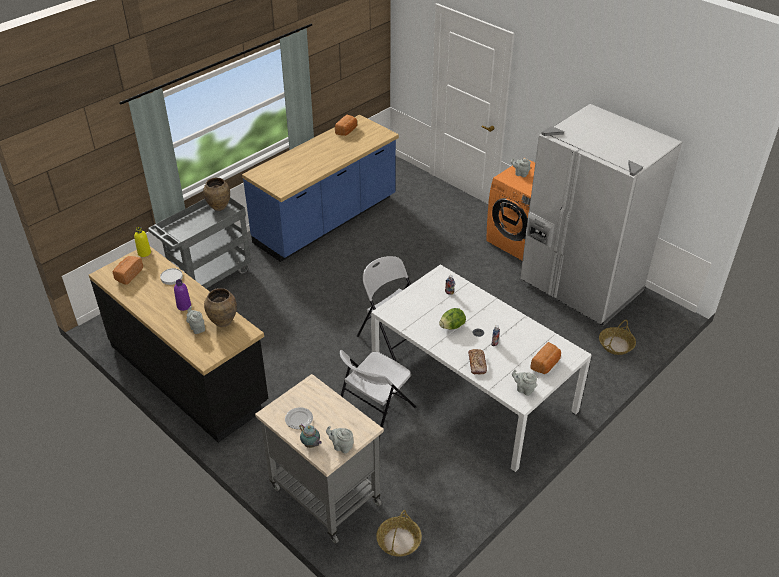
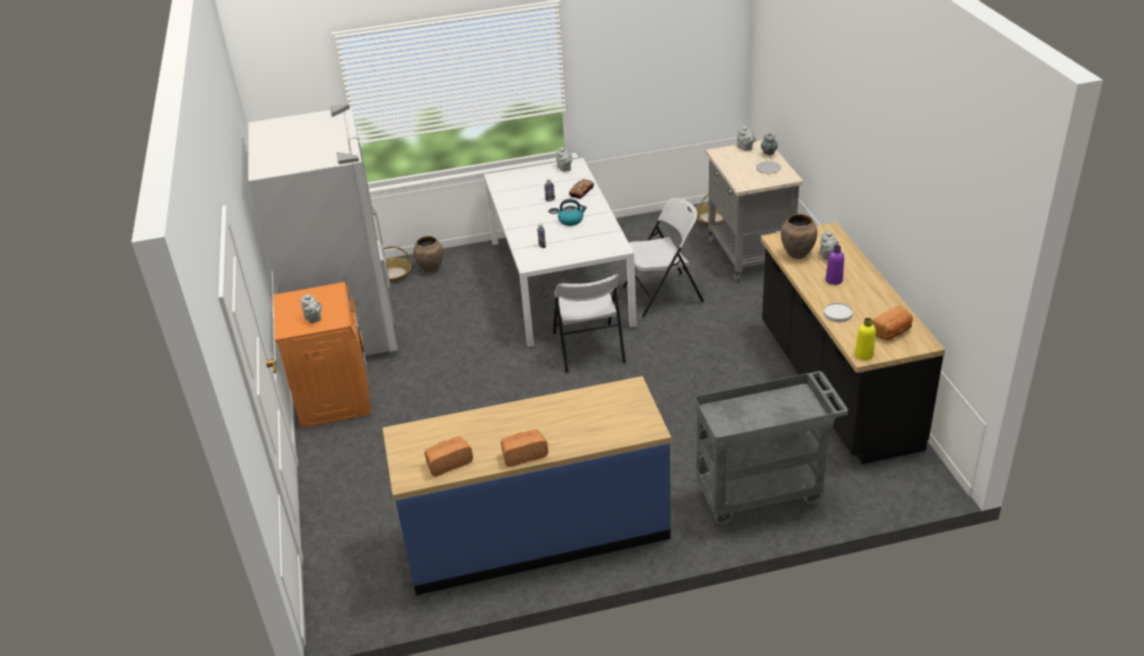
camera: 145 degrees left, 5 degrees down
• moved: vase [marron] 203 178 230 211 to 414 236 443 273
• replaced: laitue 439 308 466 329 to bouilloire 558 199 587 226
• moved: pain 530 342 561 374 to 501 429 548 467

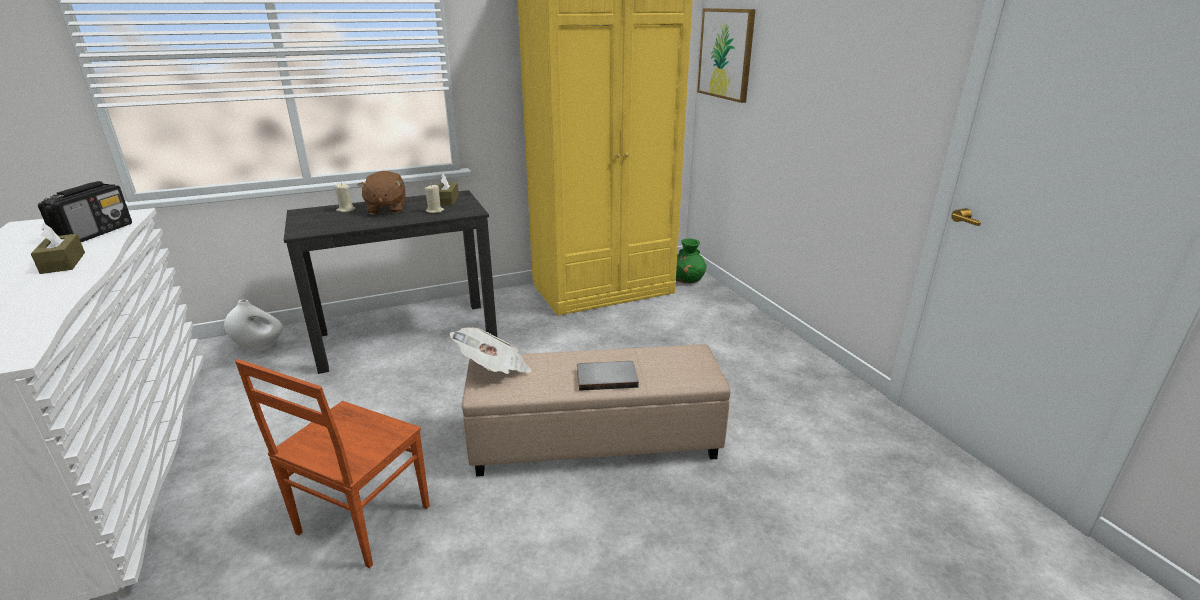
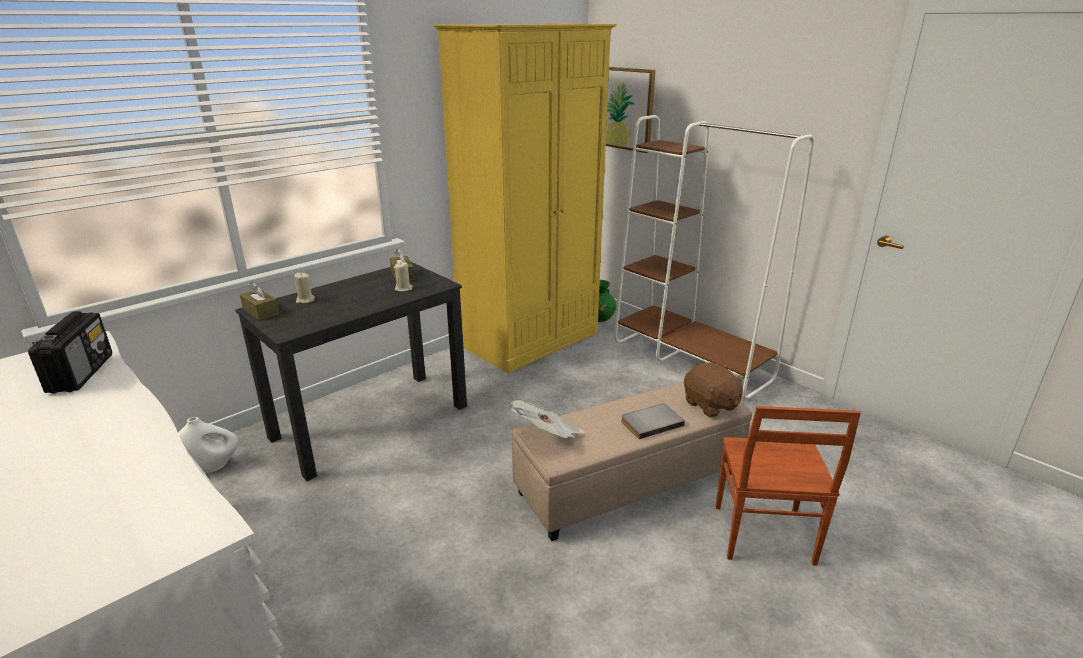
camera: 20 degrees left, 0 degrees up
• moved: peluche [marron] 358 171 405 215 to 684 362 745 418
• moved: boîte à mouchoirs [marron] 31 223 85 274 to 240 282 279 320
• moved: chaise [marron] 235 359 430 569 to 716 406 861 566
• added: portant [marron] 614 115 814 399

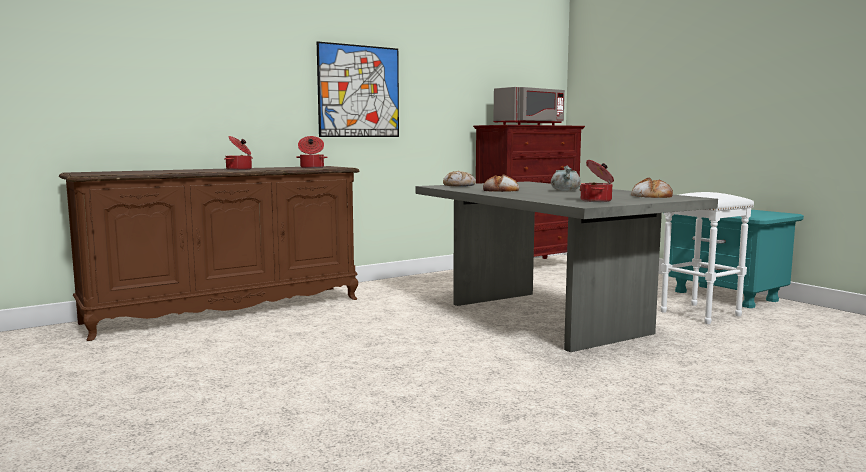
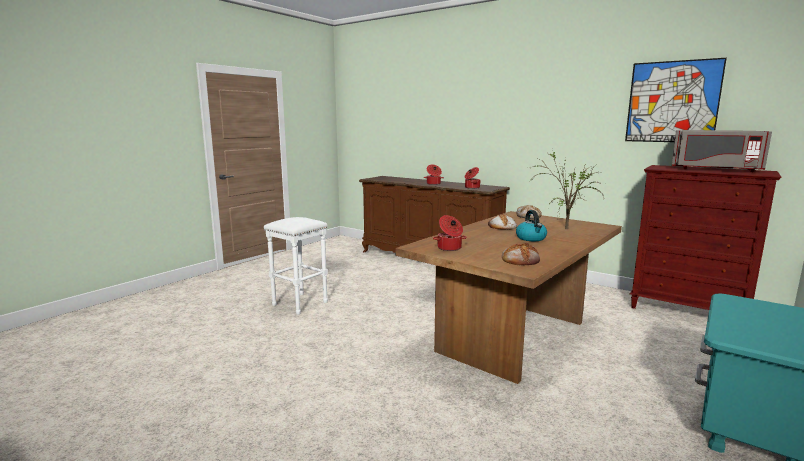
camera: 70 degrees right, 5 degrees up
• moved: tableau 317 41 399 137 to 625 58 727 142
• replaced: marmite [gris] 551 165 581 191 to bouilloire 516 210 547 241
• recoloured: table à manger [gris] 416 181 718 352 to table à manger [marron] 395 211 622 384
• moved: tabouret [blanc] 660 192 754 324 to 264 217 328 315
• added: plante en pot 529 150 604 229

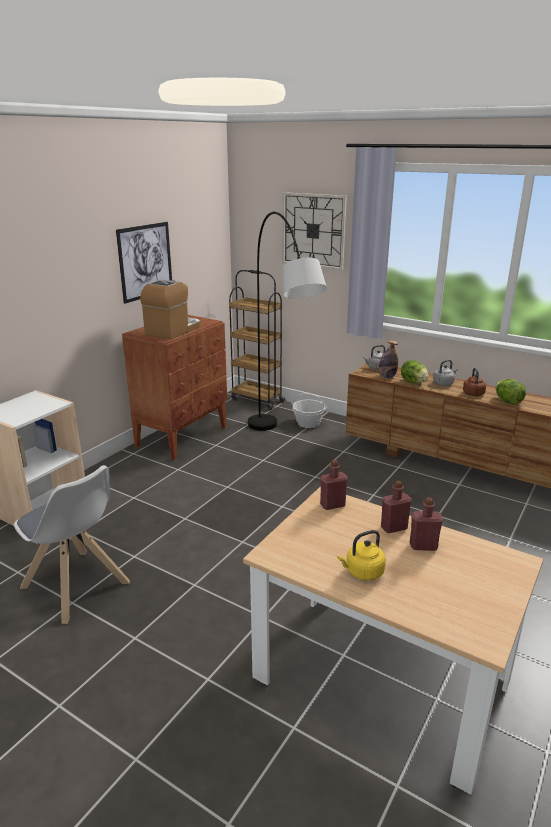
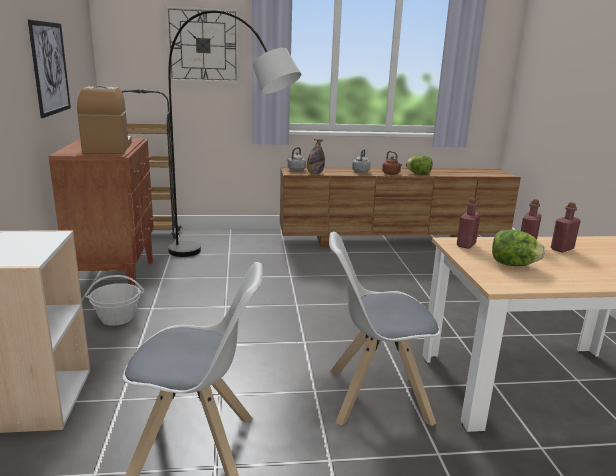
camera: 40 degrees left, 5 degrees down
• moved: laitue 401 360 429 383 to 492 230 545 266
• moved: panier 291 393 328 428 to 85 275 144 326
• removed: bouilloire [jaune] 337 530 386 580
• added: chaise 329 232 440 426

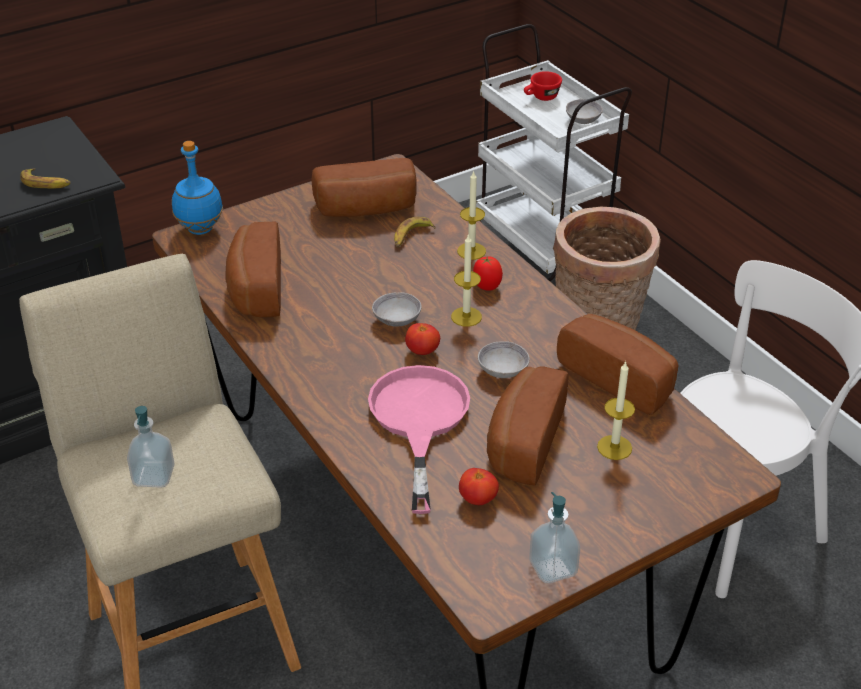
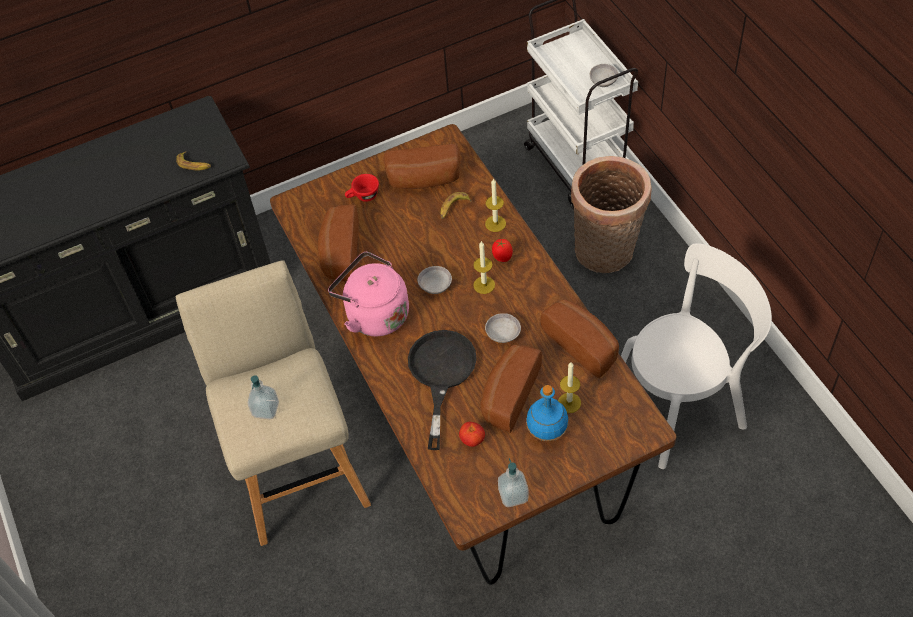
camera: 10 degrees right, 15 degrees up
• moved: tasse [rouge] 524 71 562 101 to 345 174 379 202
• moved: bouteille [bleu] 172 141 223 235 to 526 385 569 441
• removed: tomate 405 323 440 355
• recoloured: poêle [rose] 368 365 470 514 to poêle [noir] 408 330 477 450
• added: bouilloire [rose] 328 251 409 336

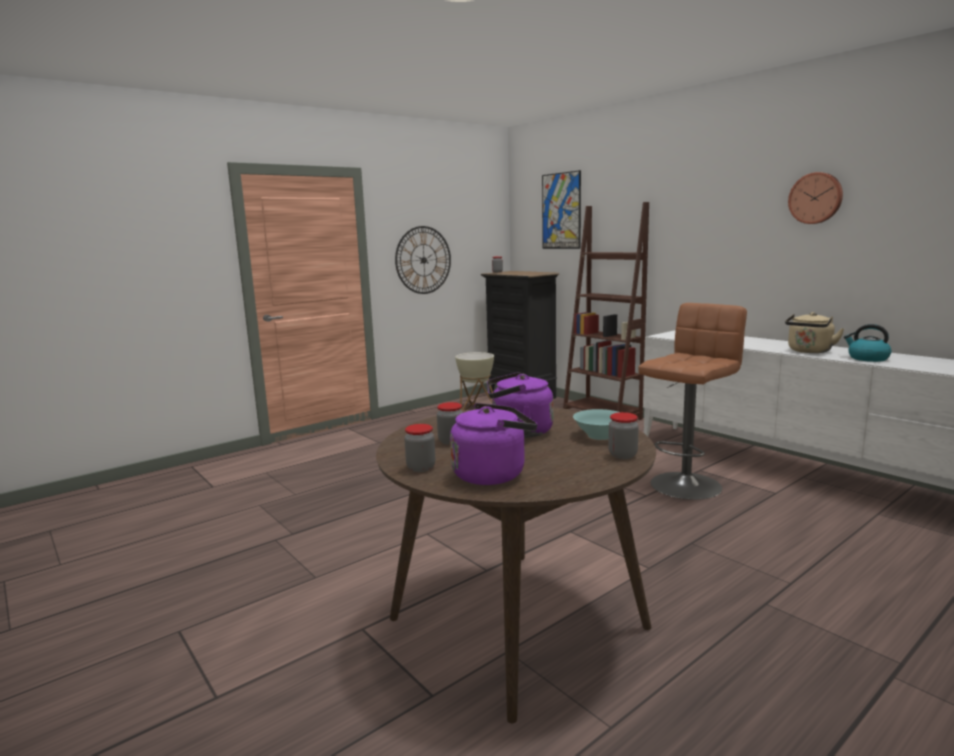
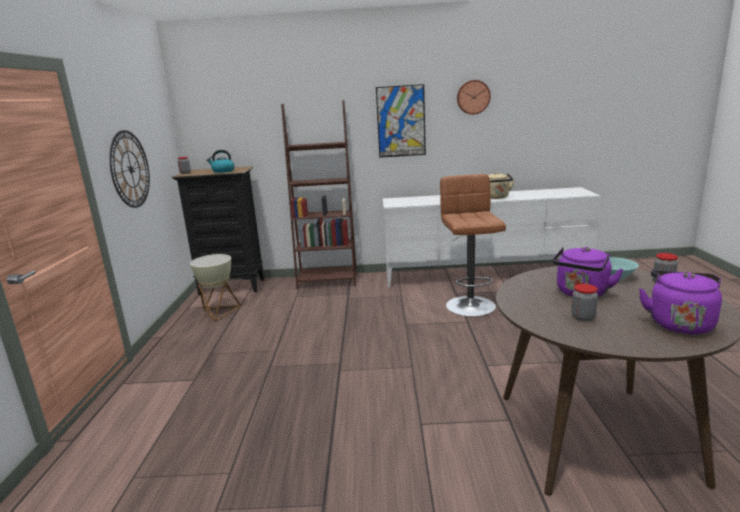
camera: 50 degrees left, 5 degrees up
• moved: tableau 542 170 581 249 to 376 84 426 158
• moved: bouilloire 844 324 891 362 to 207 150 234 173
• removed: bocal 404 424 435 472

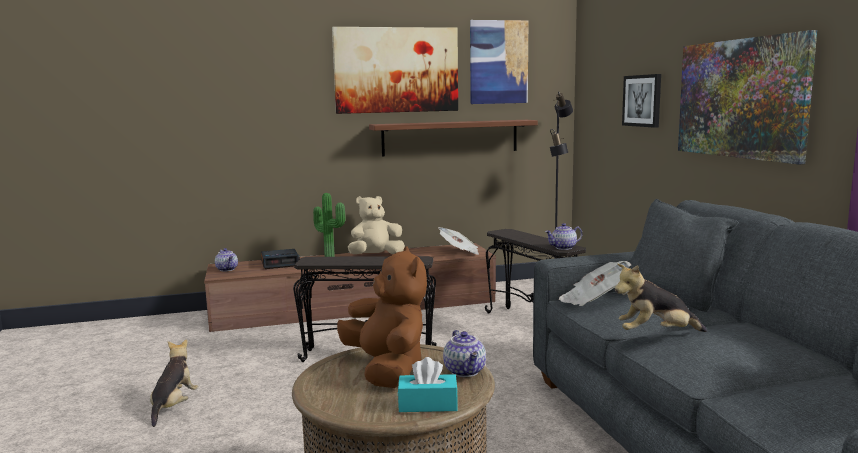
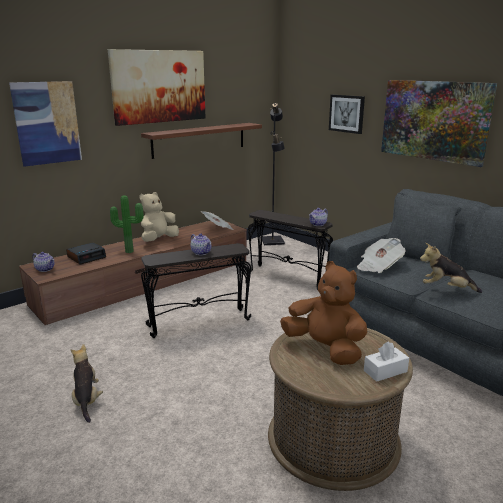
camera: 25 degrees left, 10 degrees up
• moved: tableau 470 20 528 104 to 9 81 82 167
• turned: peluche 615 263 707 332 = 420 243 482 293 45 degrees clockwise
• moved: théière 443 330 486 377 to 191 234 211 255
• recoloured: boîte à mouchoirs [turquoise] 398 357 458 412 to boîte à mouchoirs [blanc] 364 341 409 382

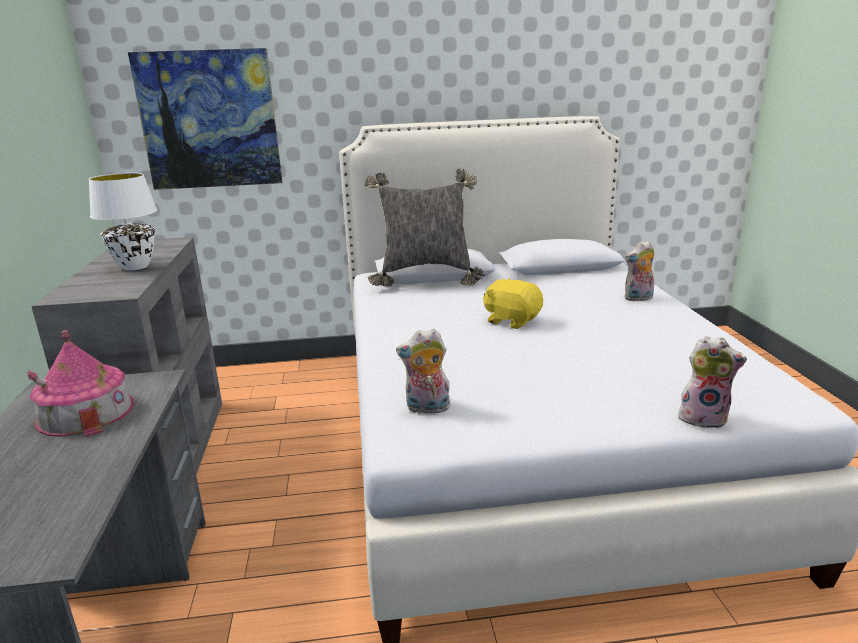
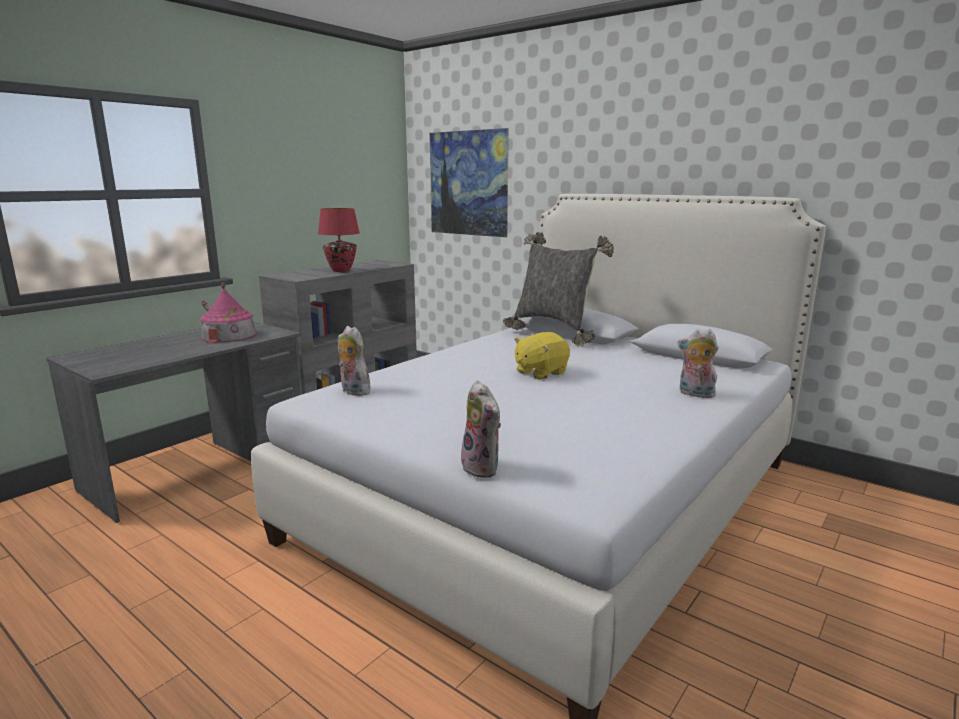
camera: 45 degrees right, 5 degrees down
• recoloured: lampe de table [blanc] 89 173 157 271 to lampe de table [rouge] 318 208 360 272
• turned: peluche [jaune] 483 278 543 329 = 514 332 570 379 120 degrees counterclockwise

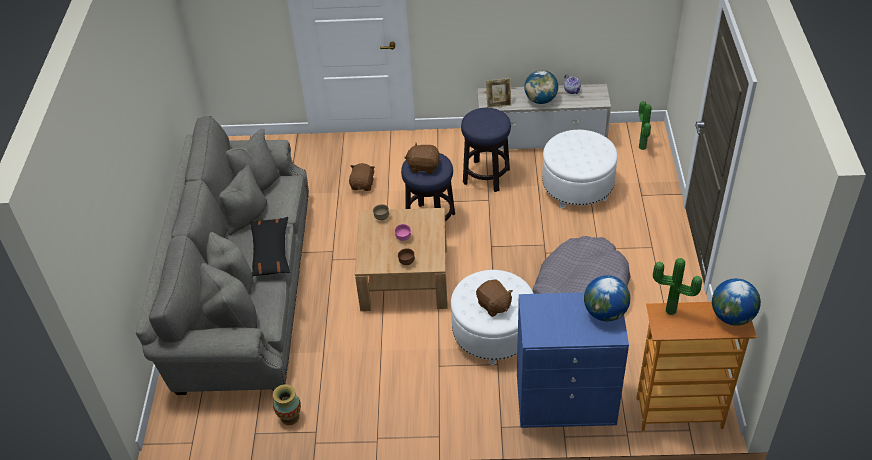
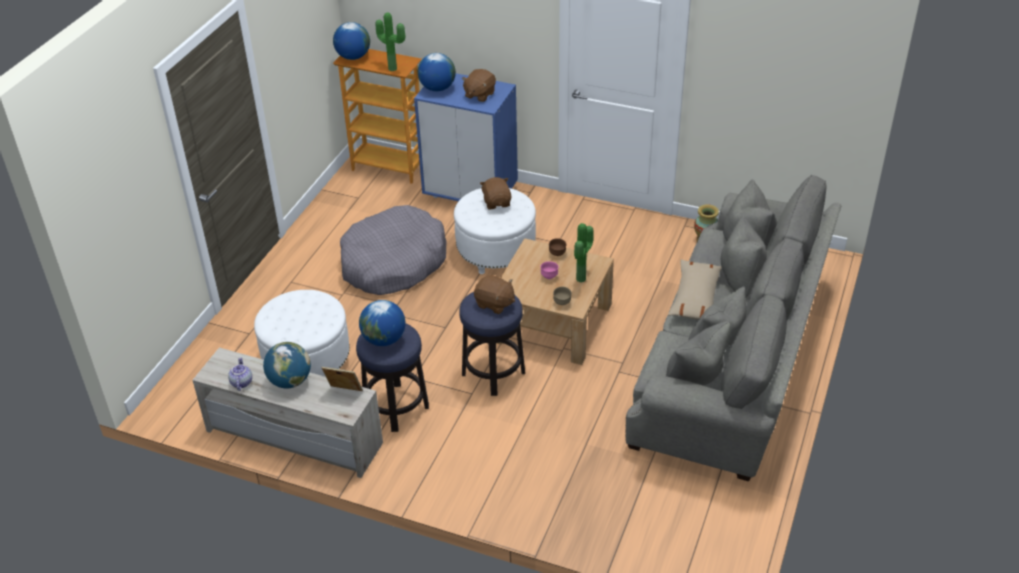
camera: 160 degrees left, 5 degrees down
• moved: plante en pot 639 101 652 150 to 574 223 594 283
• moved: peluche [marron] 349 163 375 191 to 462 69 496 102
• recoloured: coussin [noir] 250 217 290 276 to coussin [beige] 668 259 722 320
• added: globe 359 300 406 346

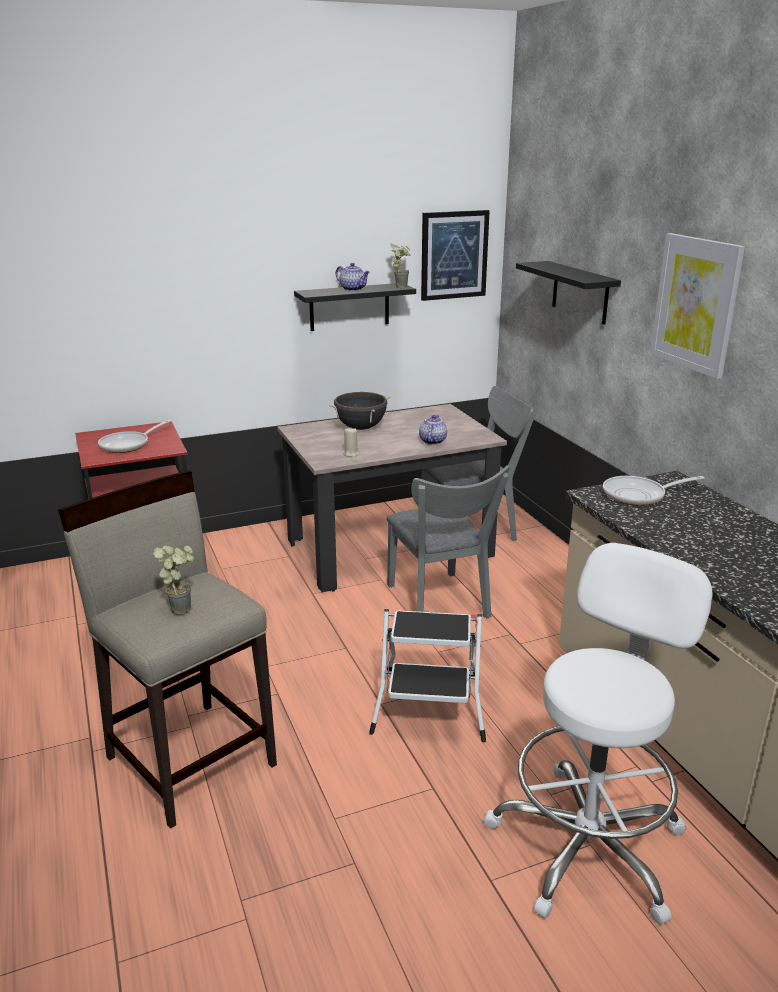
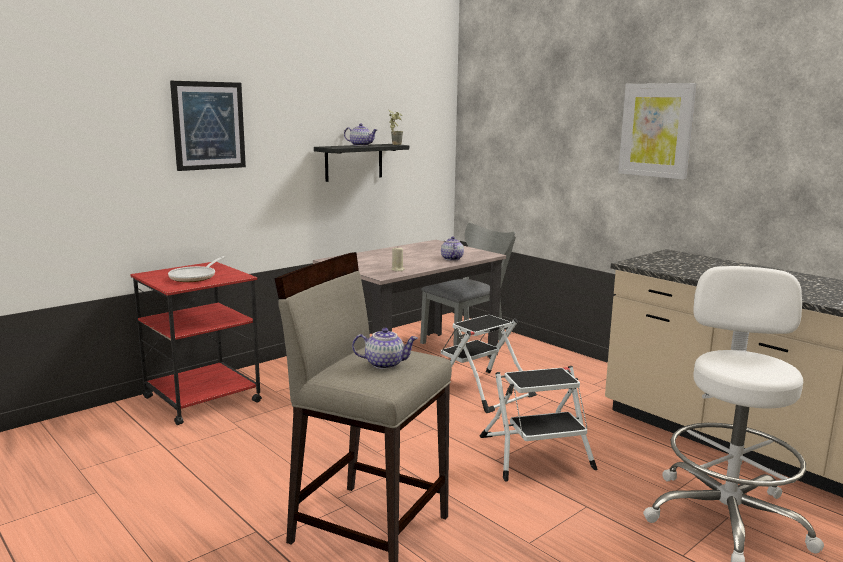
camera: 20 degrees left, 10 degrees down
• moved: tableau 421 210 490 301 to 170 81 246 171
• removed: étagère [noir] 516 261 621 325
• removed: marmite [noir] 330 392 391 430
• replaced: chaise [gris] 387 465 510 619 to escabeau 441 315 537 413
• removed: poêle 603 476 705 506
• replaced: plante en pot 153 546 194 615 to théière 352 328 418 369

